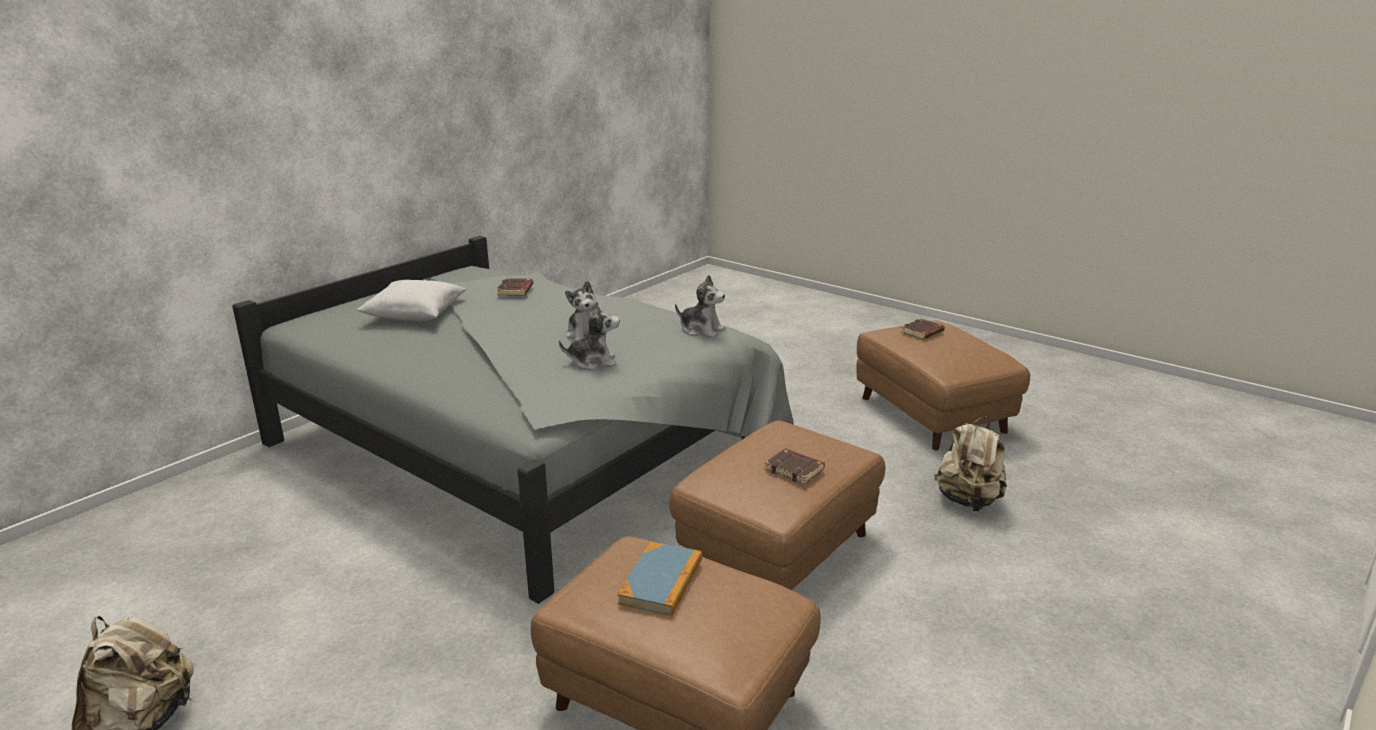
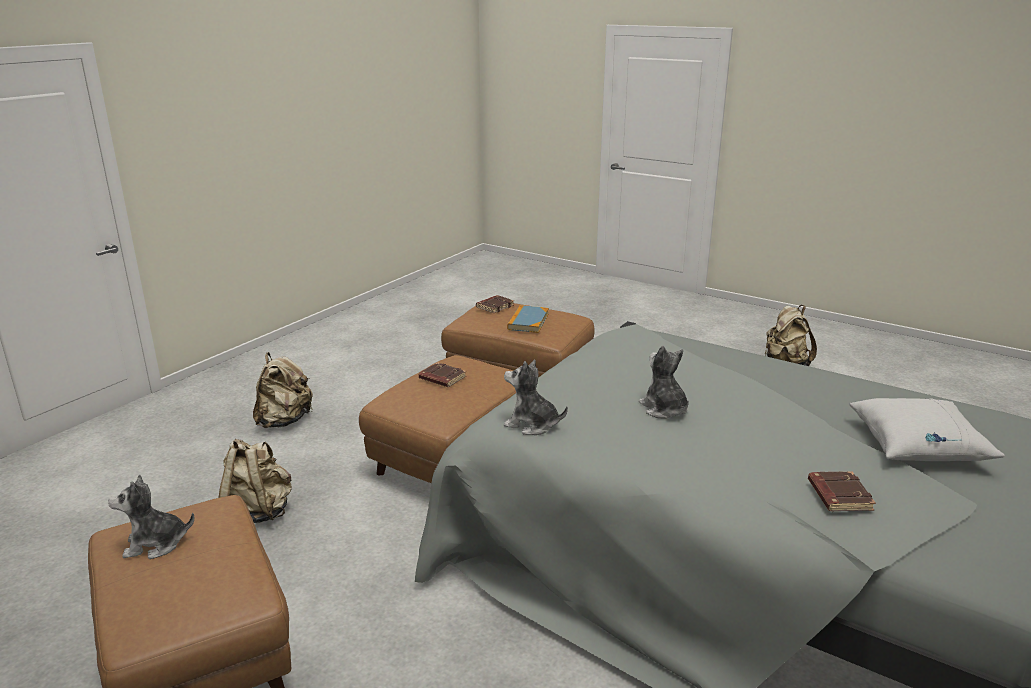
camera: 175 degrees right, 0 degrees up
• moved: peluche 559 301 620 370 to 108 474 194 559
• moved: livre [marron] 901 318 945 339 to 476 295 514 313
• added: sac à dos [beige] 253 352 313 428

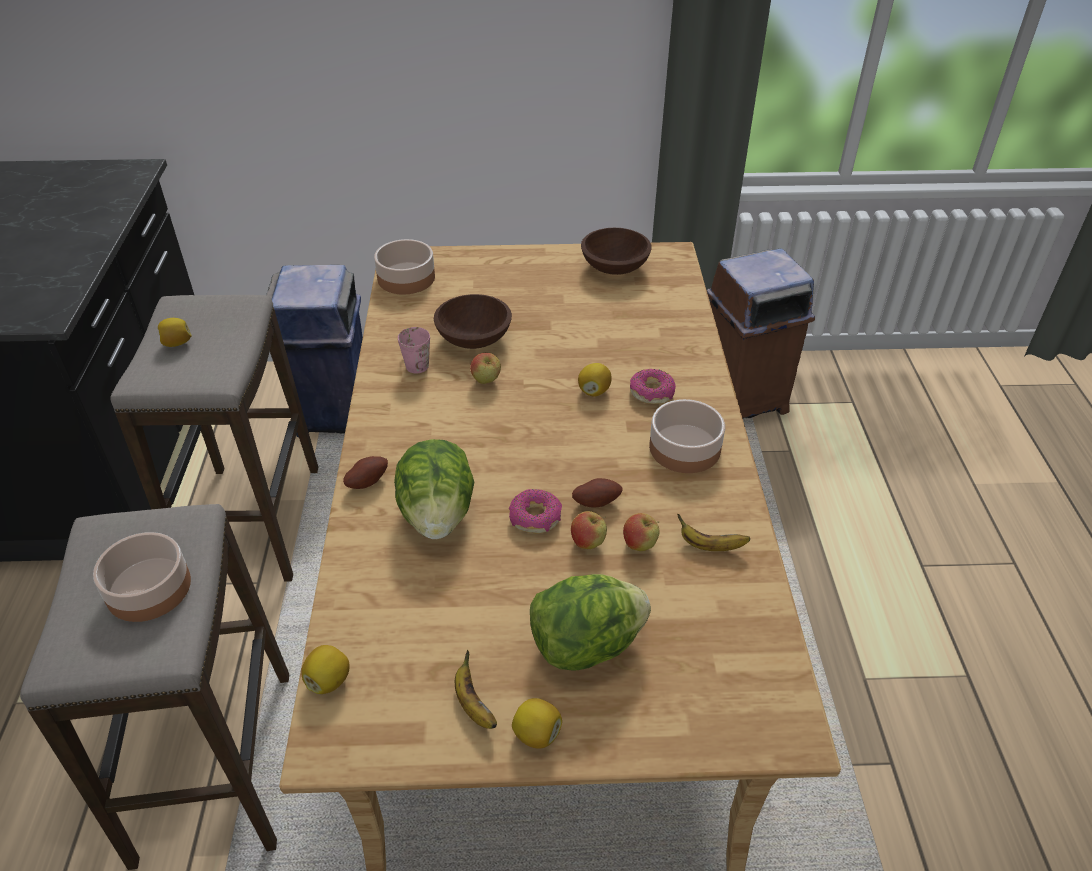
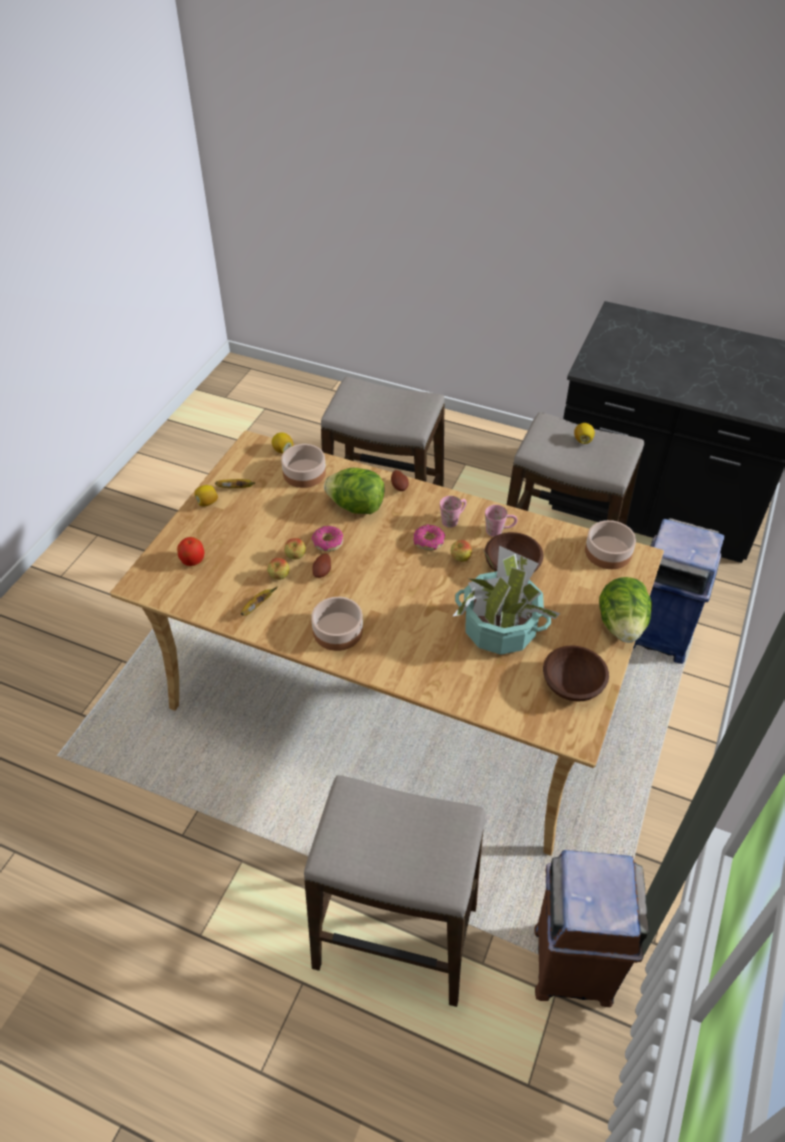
camera: 115 degrees right, 5 degrees up
• removed: citron 578 363 612 397
• moved: beignet 630 369 676 404 to 413 524 445 551
• moved: bol 93 532 191 622 to 281 444 326 488
• moved: laitue 530 574 651 671 to 599 577 652 643
• added: mug [rose] 440 496 467 528
• added: pomme 177 537 205 566
• added: plante en pot 452 546 561 655
• added: tabouret 304 775 486 1007

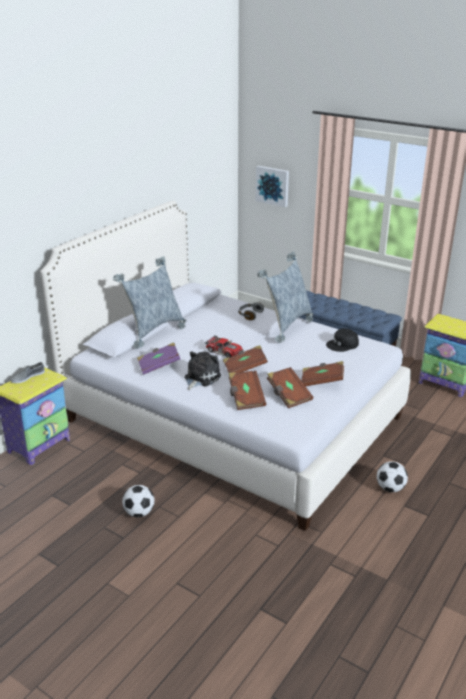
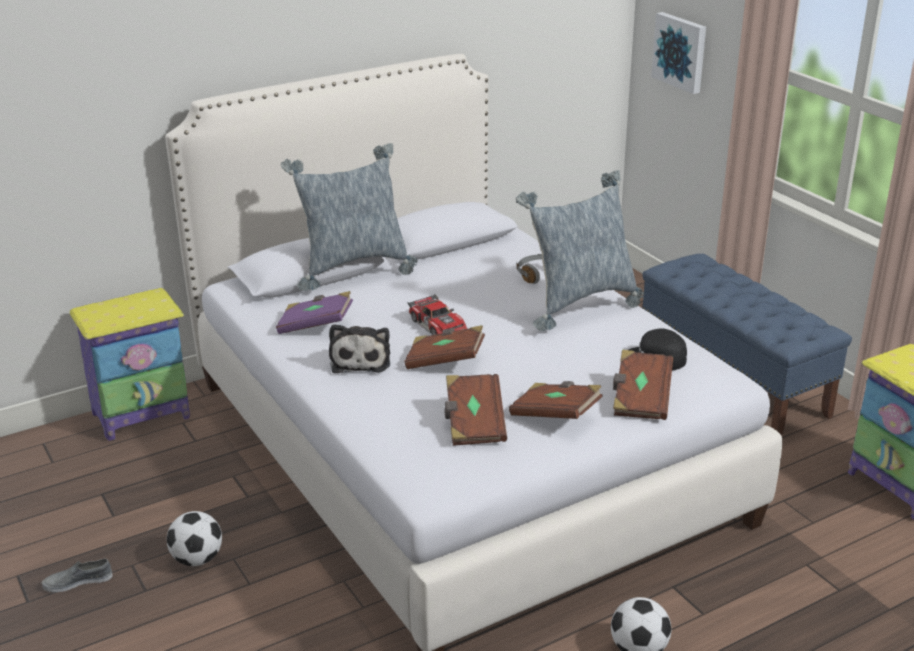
camera: 25 degrees right, 0 degrees up
• turned: peluche 184 351 221 390 = 329 324 390 373 120 degrees clockwise
• moved: chaussure [gris] 11 362 45 383 to 42 558 113 592
• moved: livre [marron] 229 370 266 410 to 613 350 673 420

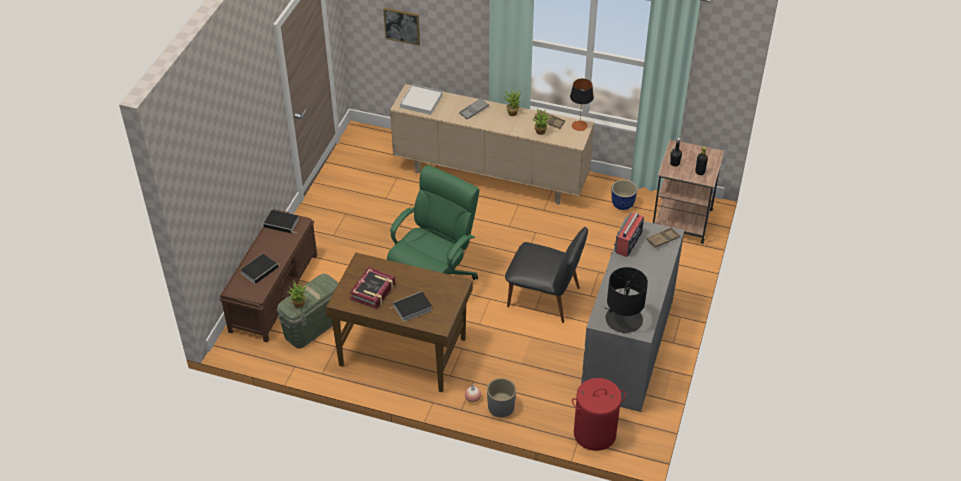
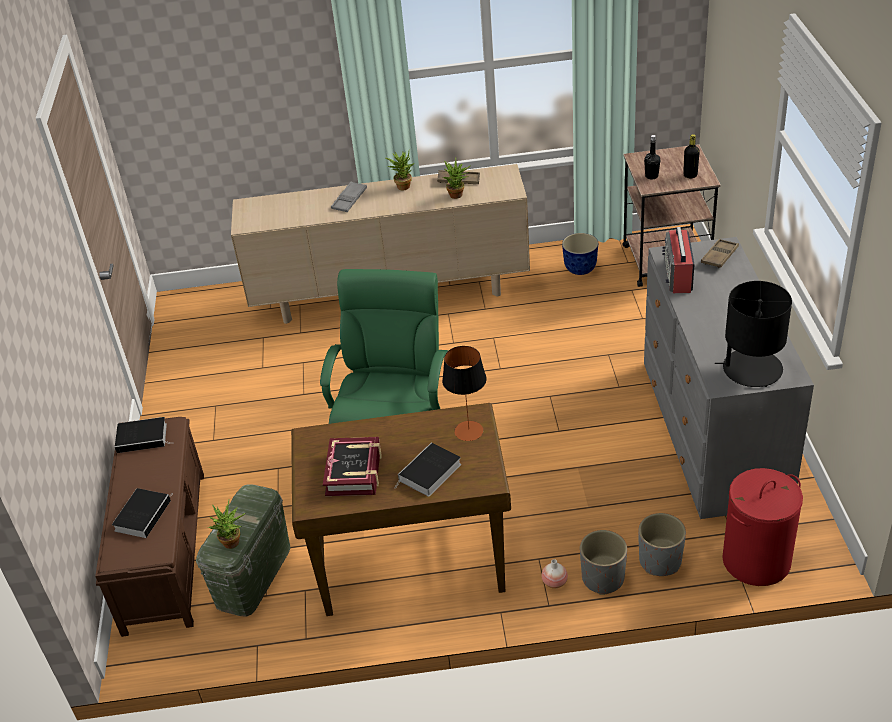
camera: 20 degrees left, 5 degrees down
• removed: tableau 383 8 420 46
• moved: lampe de table 570 79 594 131 to 442 346 486 441
• removed: plateau [blanc] 400 84 443 115
• removed: chaise [noir] 505 227 588 323
• added: cache-pot [gris] 638 513 686 576

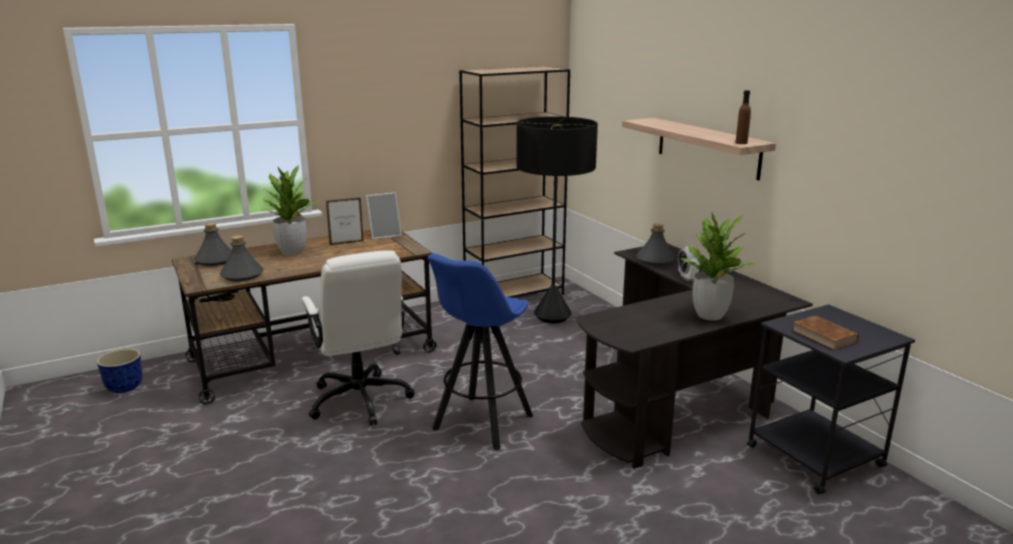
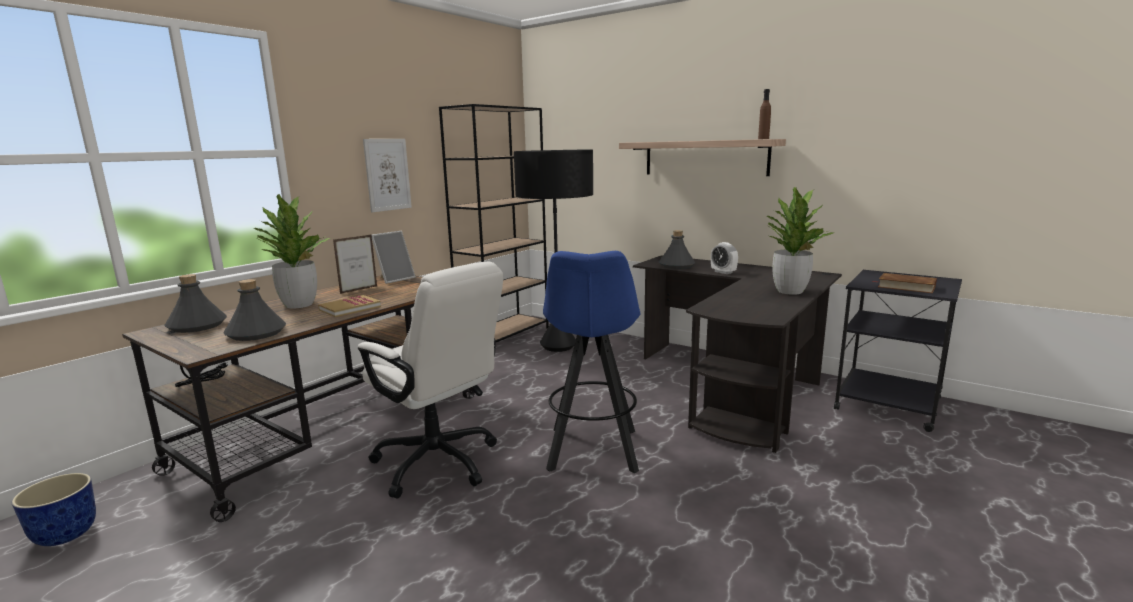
camera: 25 degrees left, 5 degrees down
• added: tableau 363 139 412 212
• added: livre 318 295 381 317

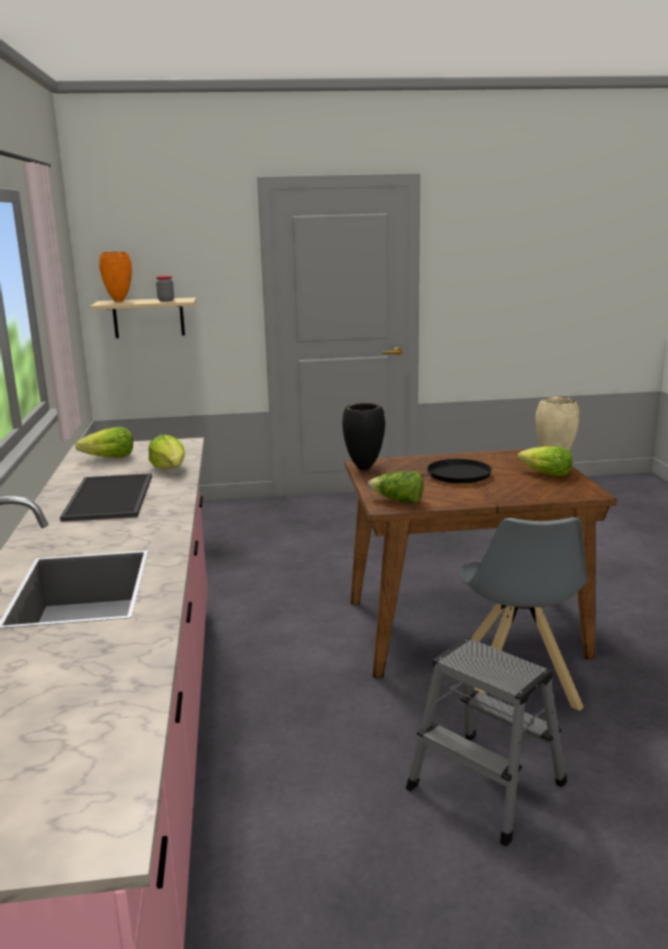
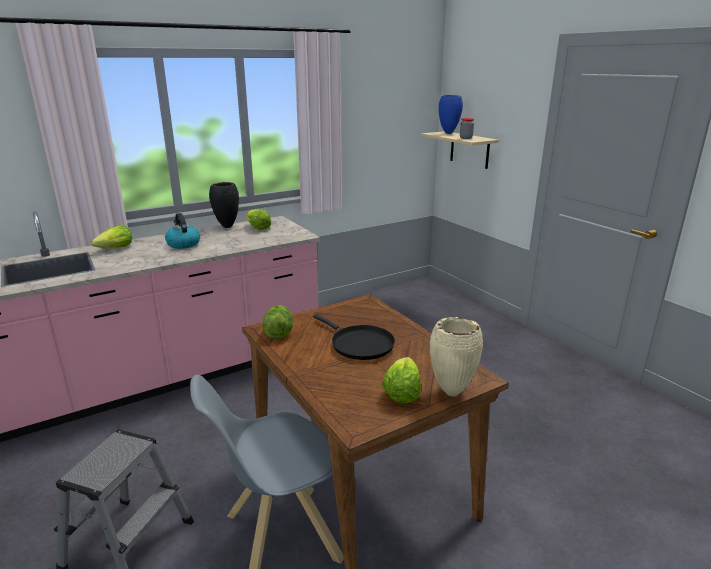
camera: 65 degrees right, 5 degrees up
• recoloured: vase [orange] 99 252 132 302 to vase [bleu] 439 95 463 134
• moved: vase [noir] 342 403 385 470 to 209 182 239 228
• moved: laitue 148 435 185 469 to 91 225 132 248
• replaced: plateau 60 473 152 522 to bouilloire 165 213 200 249

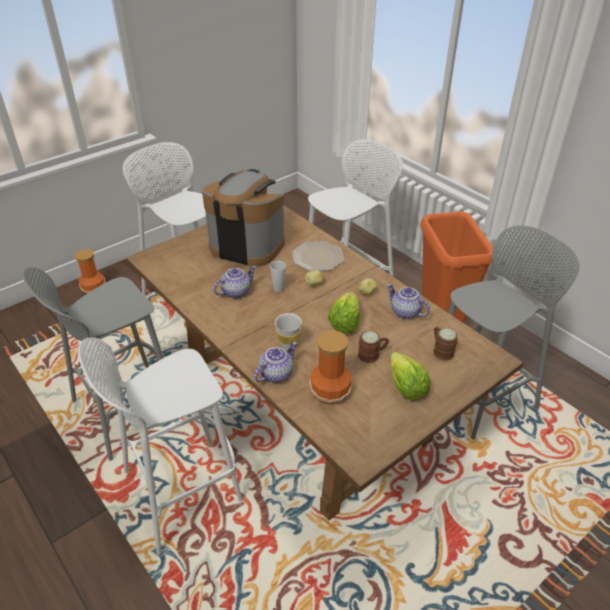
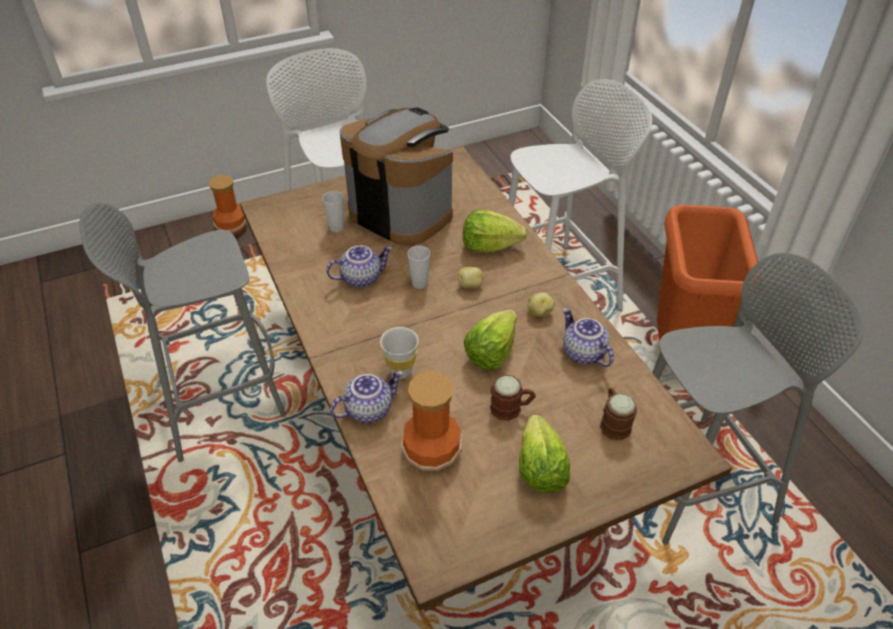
camera: 15 degrees right, 5 degrees up
• replaced: assiette 292 241 344 271 to laitue 463 210 528 252
• removed: tabouret [blanc] 78 337 243 555
• added: tasse 322 191 344 232

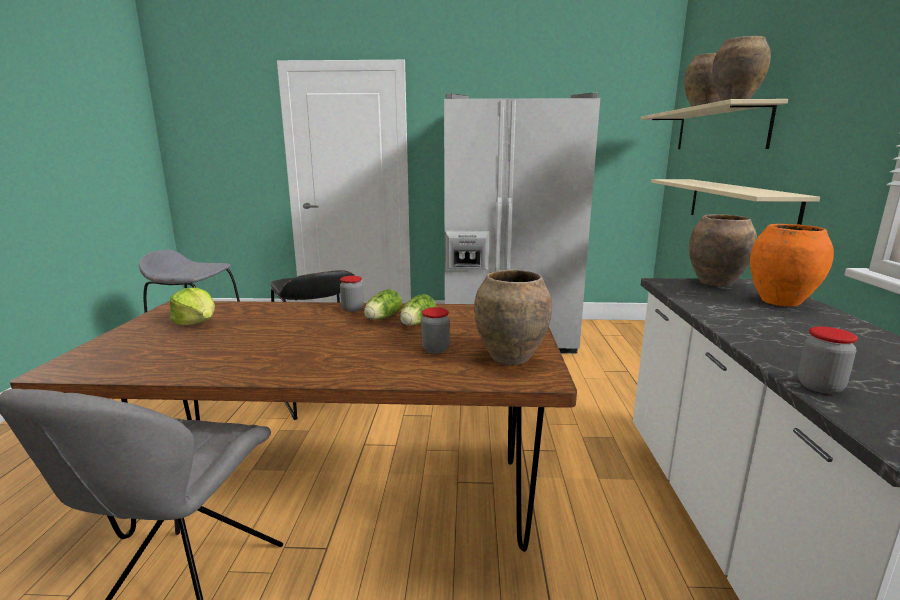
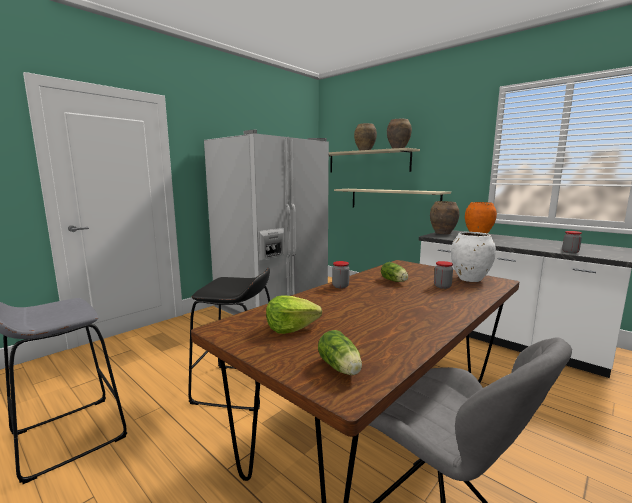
camera: 50 degrees left, 5 degrees down
• recoloured: vase [marron] 474 270 552 365 to vase [blanc] 451 232 496 282
• moved: laitue 364 289 402 320 to 318 330 362 375

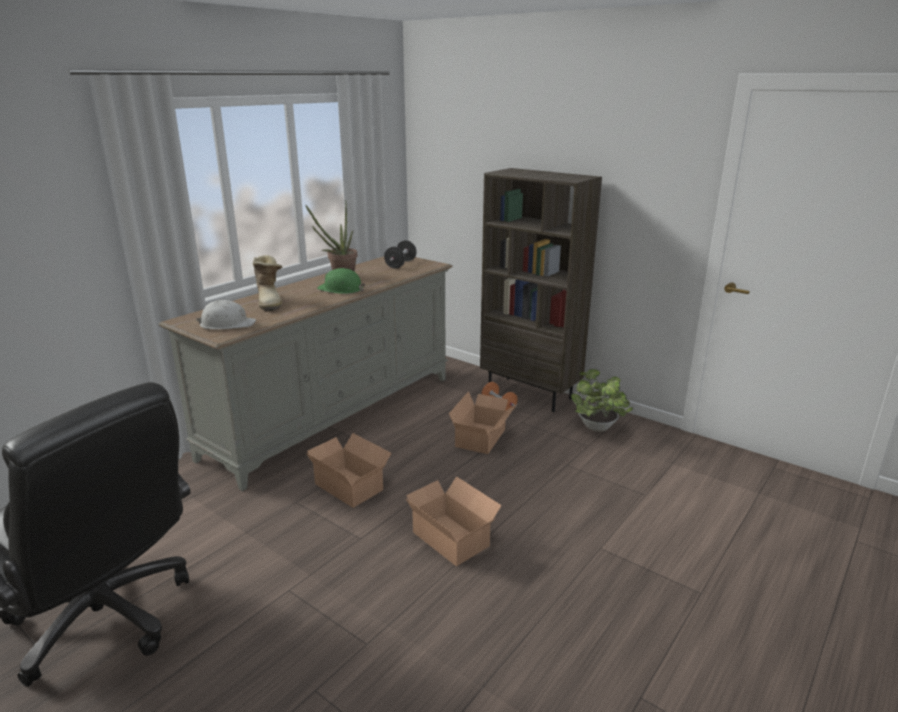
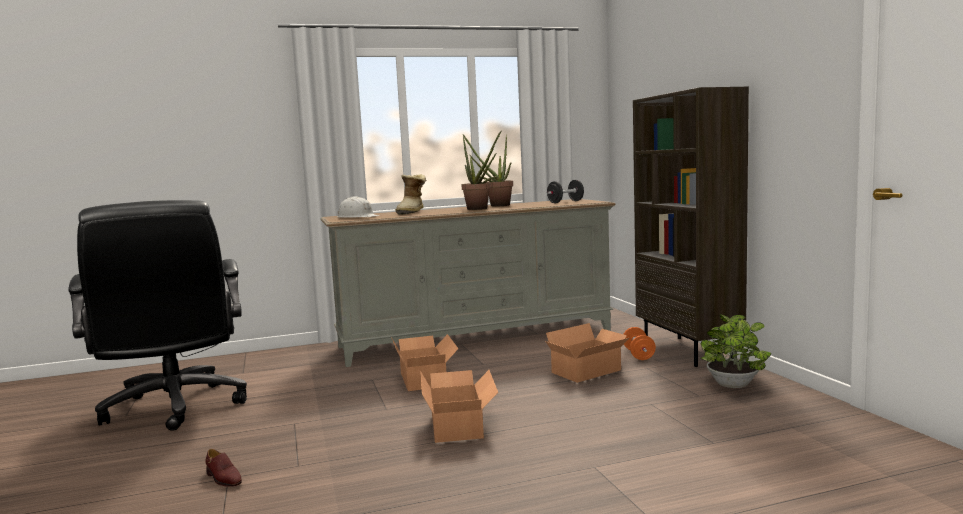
camera: 35 degrees right, 15 degrees down
• replaced: casque de chantier [vert] 317 268 365 294 to plante en pot 461 130 502 210
• added: chaussure [marron] 205 449 242 487

